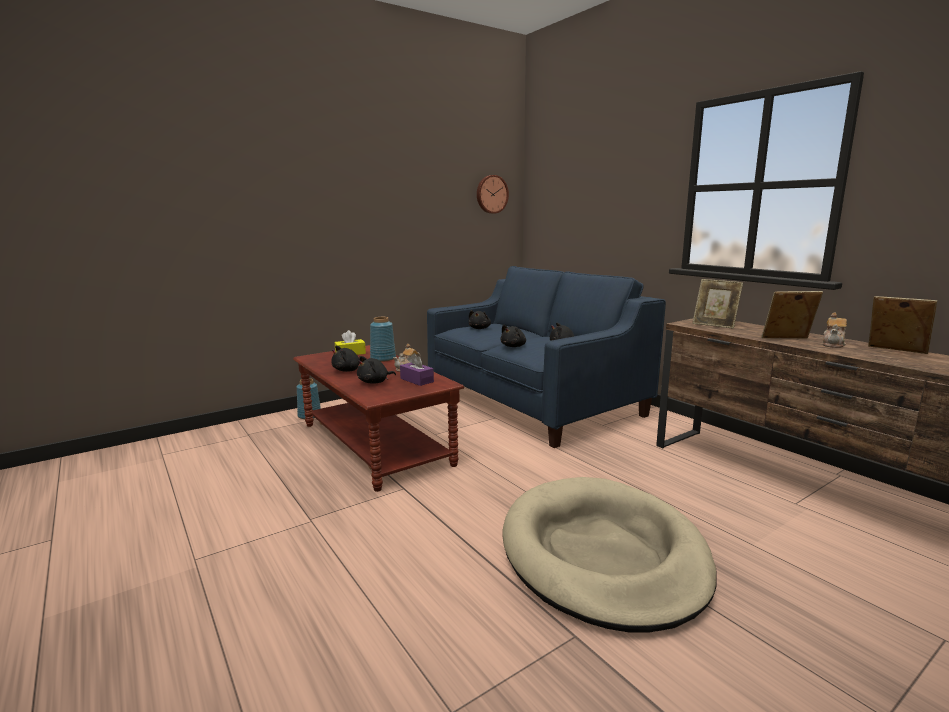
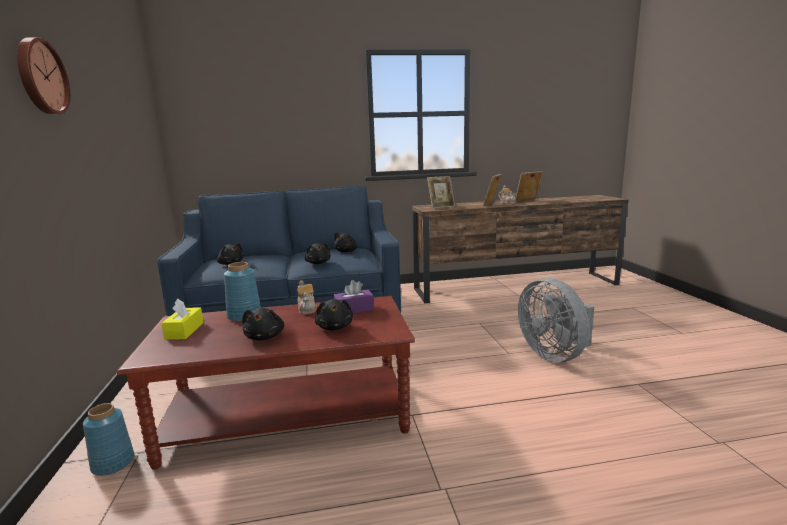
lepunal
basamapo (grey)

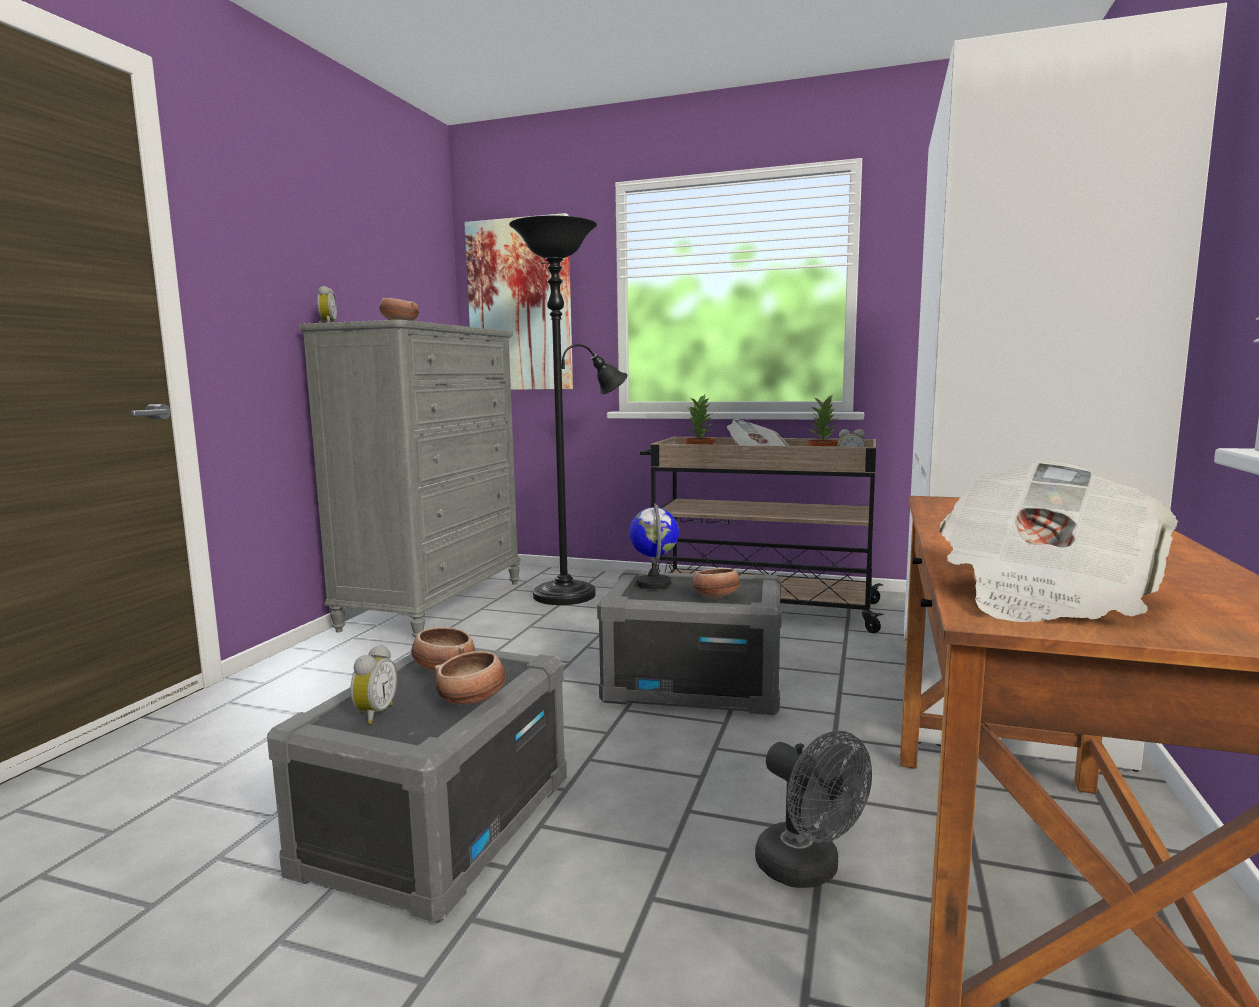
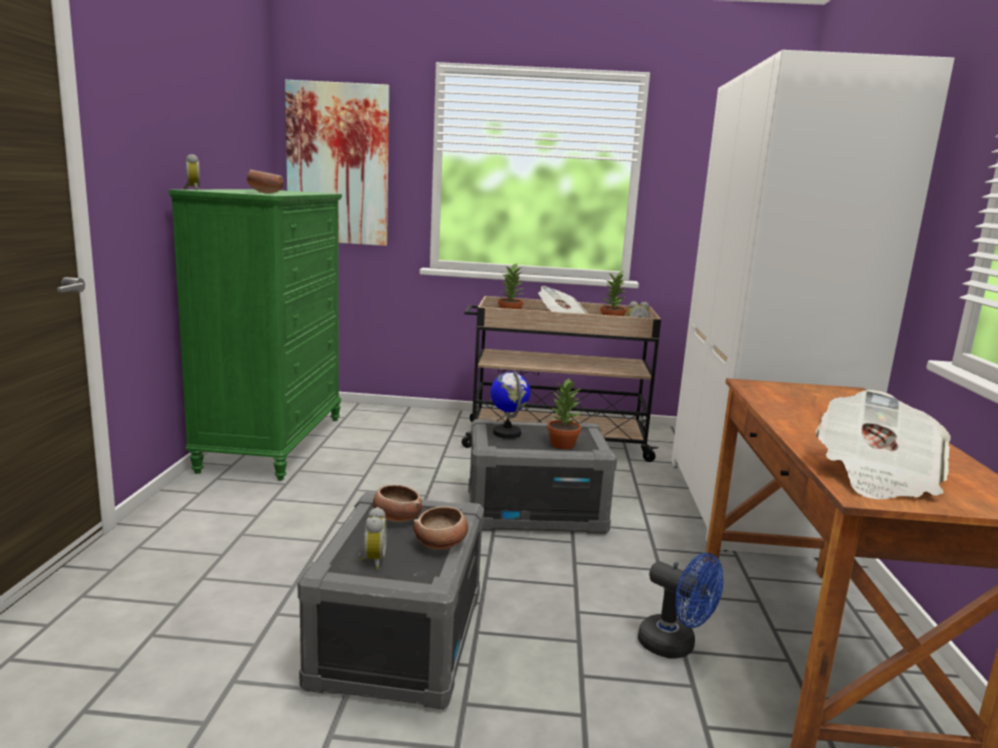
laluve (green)
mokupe (no. 2 from left)
basamapo (blue)
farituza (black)

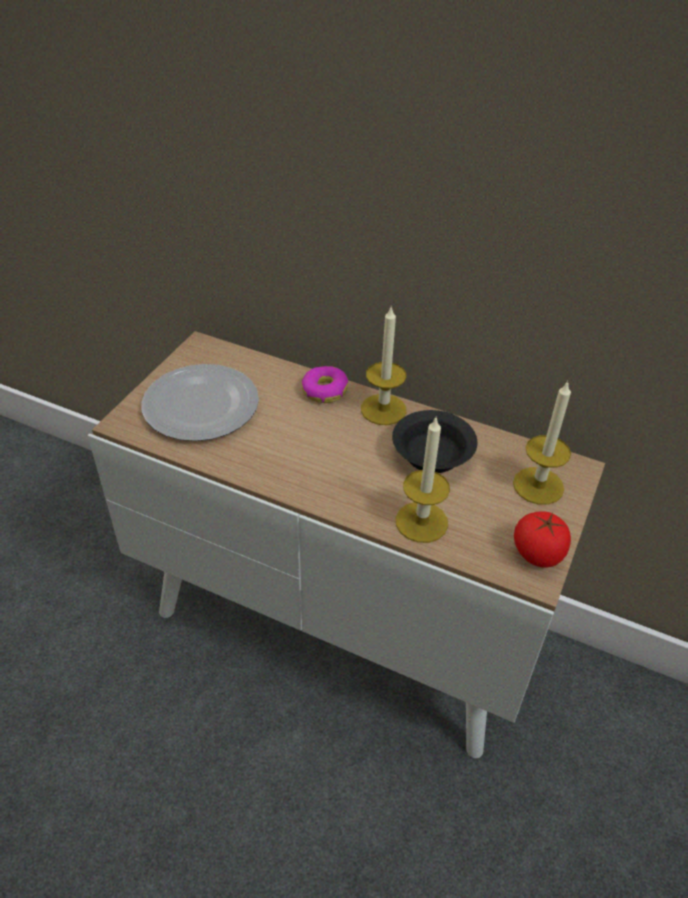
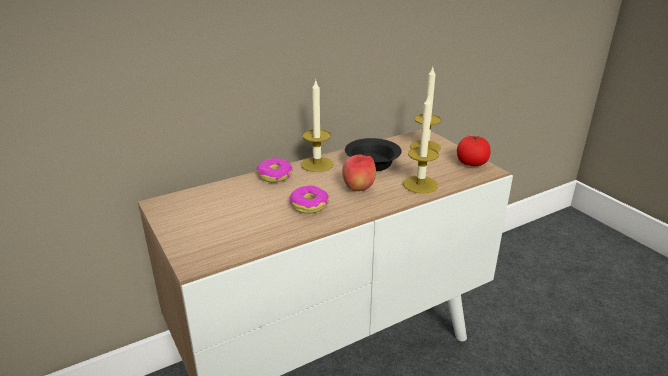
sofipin (no. 2 from left)
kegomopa
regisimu

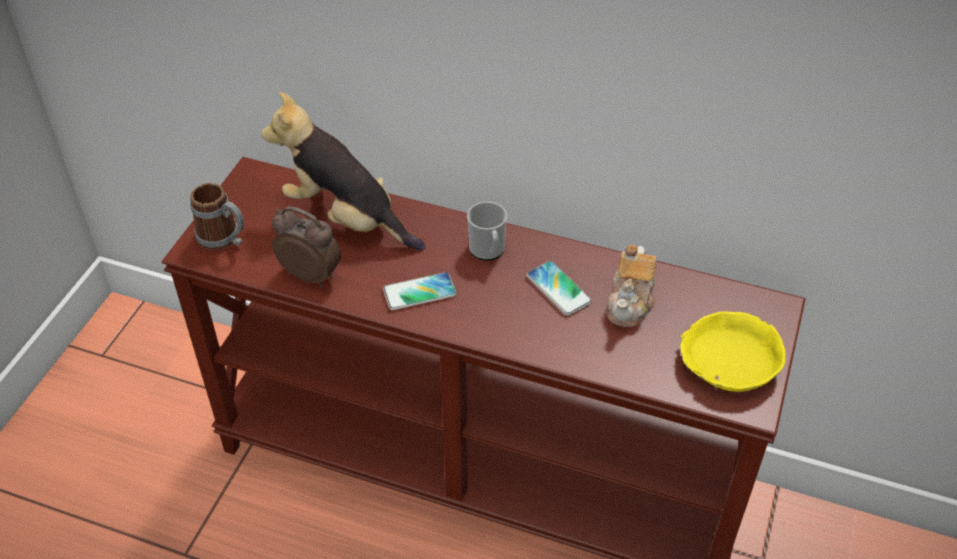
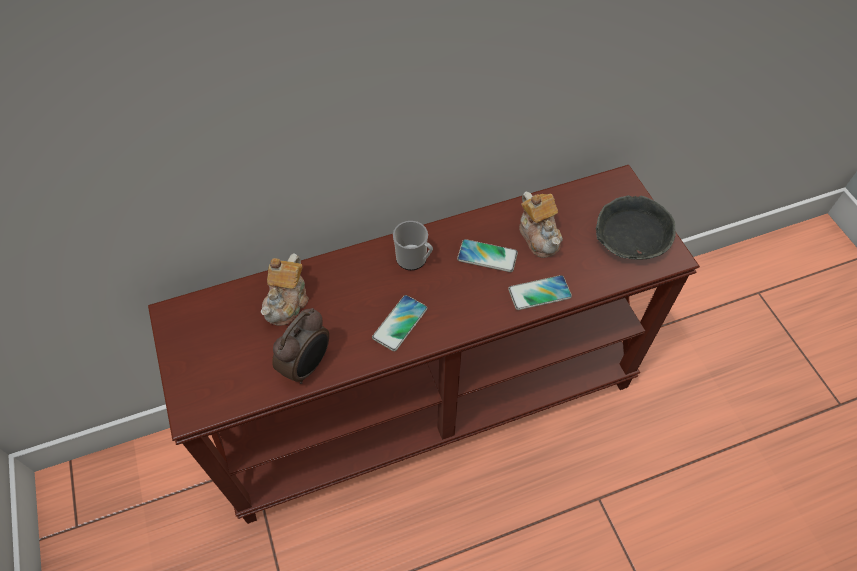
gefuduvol (no. 1 from left)
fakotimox
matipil (no. 3 from left)
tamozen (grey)
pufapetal (no. 1 from left in the first image)

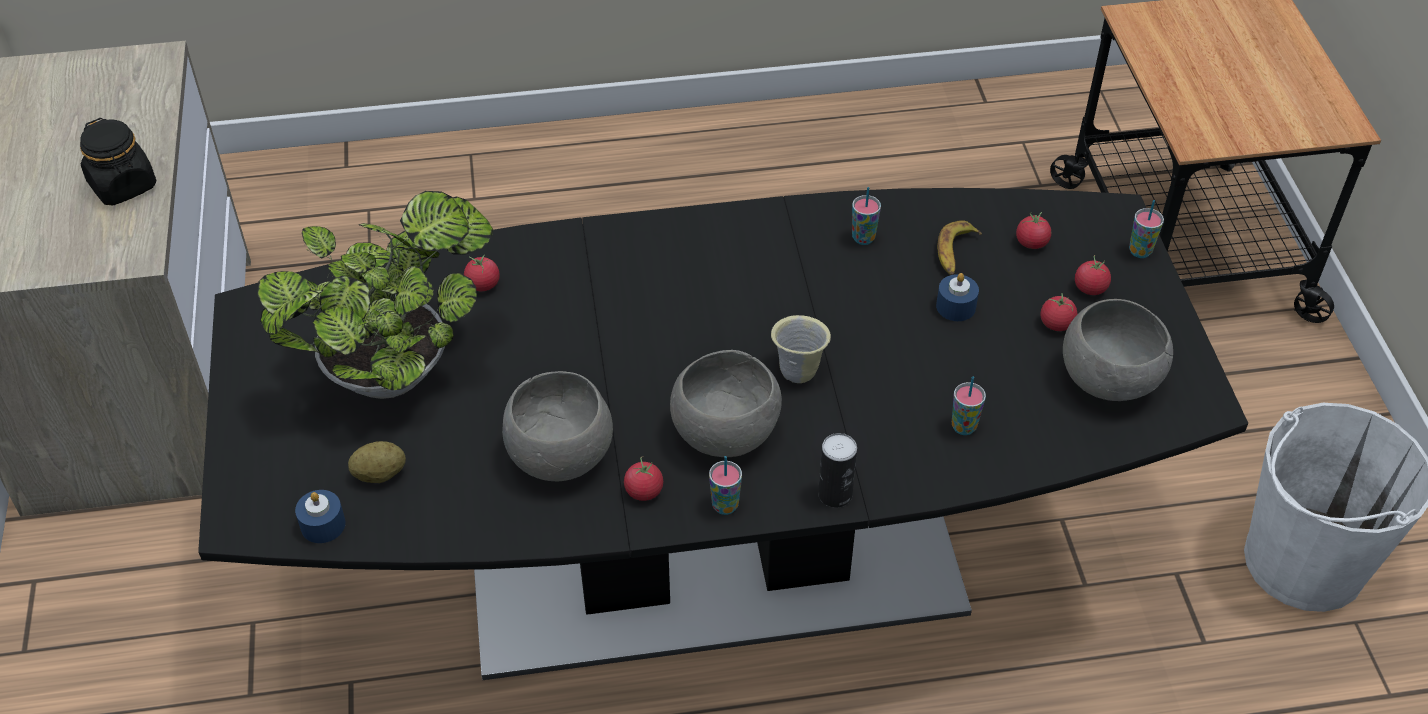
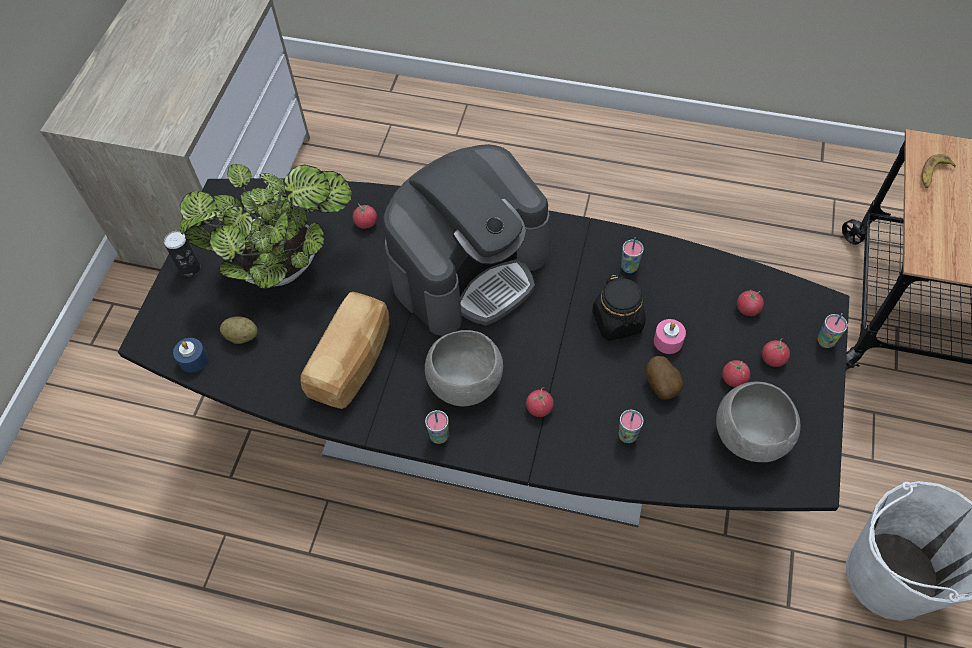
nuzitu
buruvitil
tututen
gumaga (no. 2 from left)
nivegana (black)
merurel (no. 2 from left)
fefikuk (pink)
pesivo
pufapetal (beige)

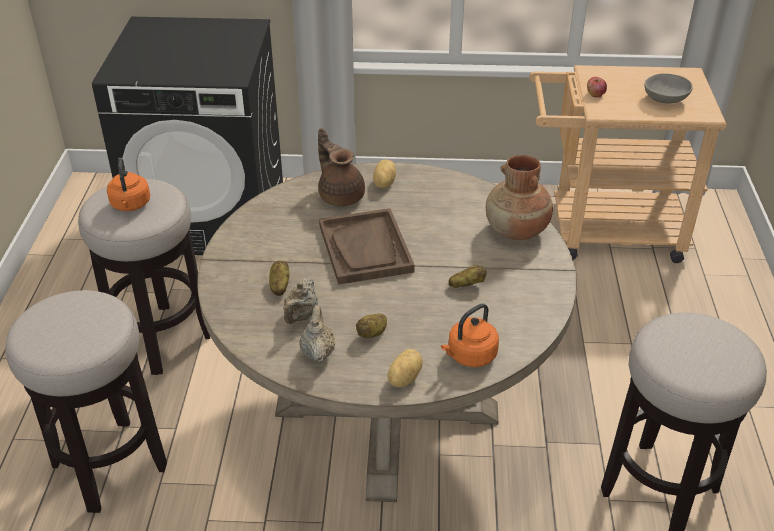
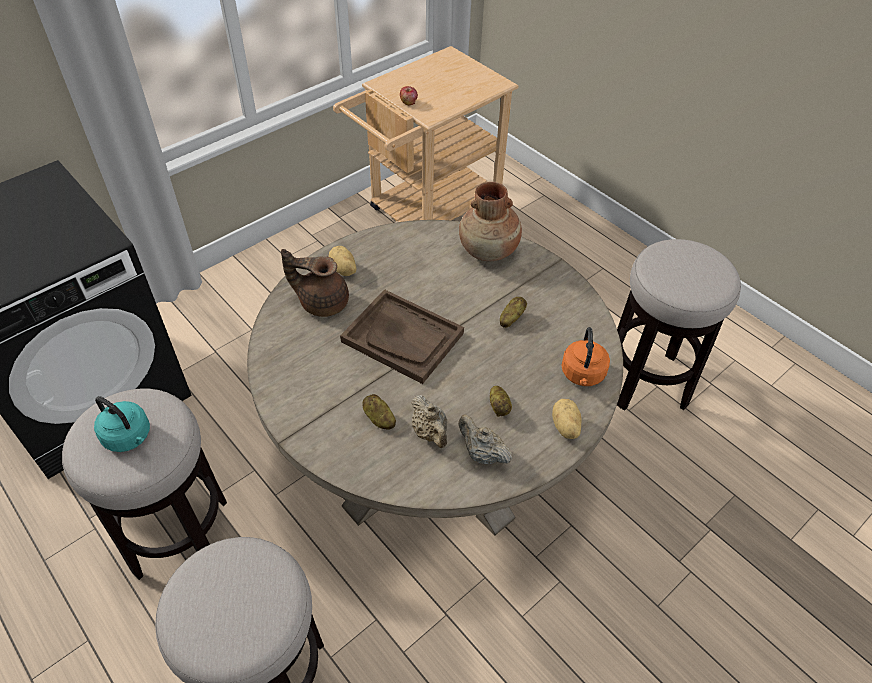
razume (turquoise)
tamozen (grey)

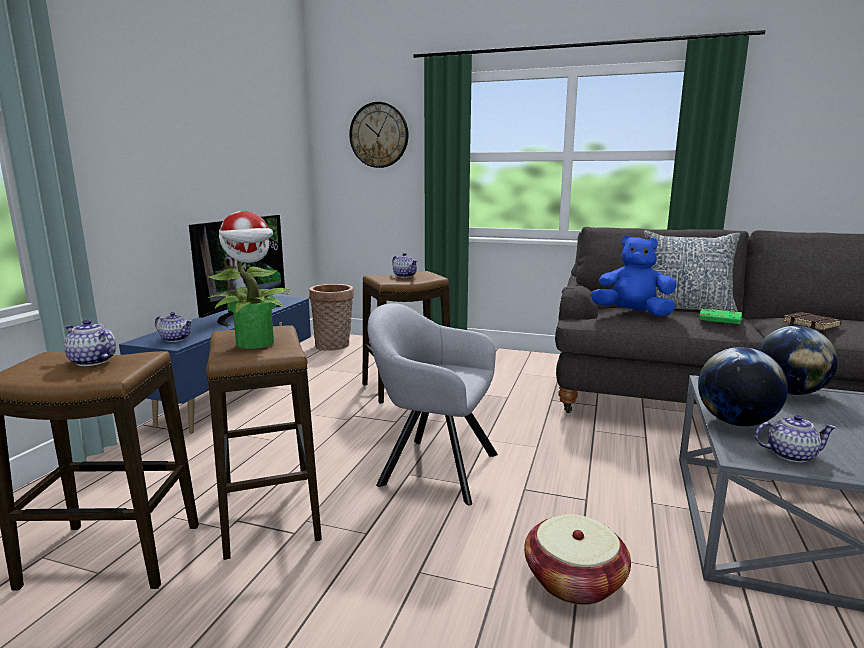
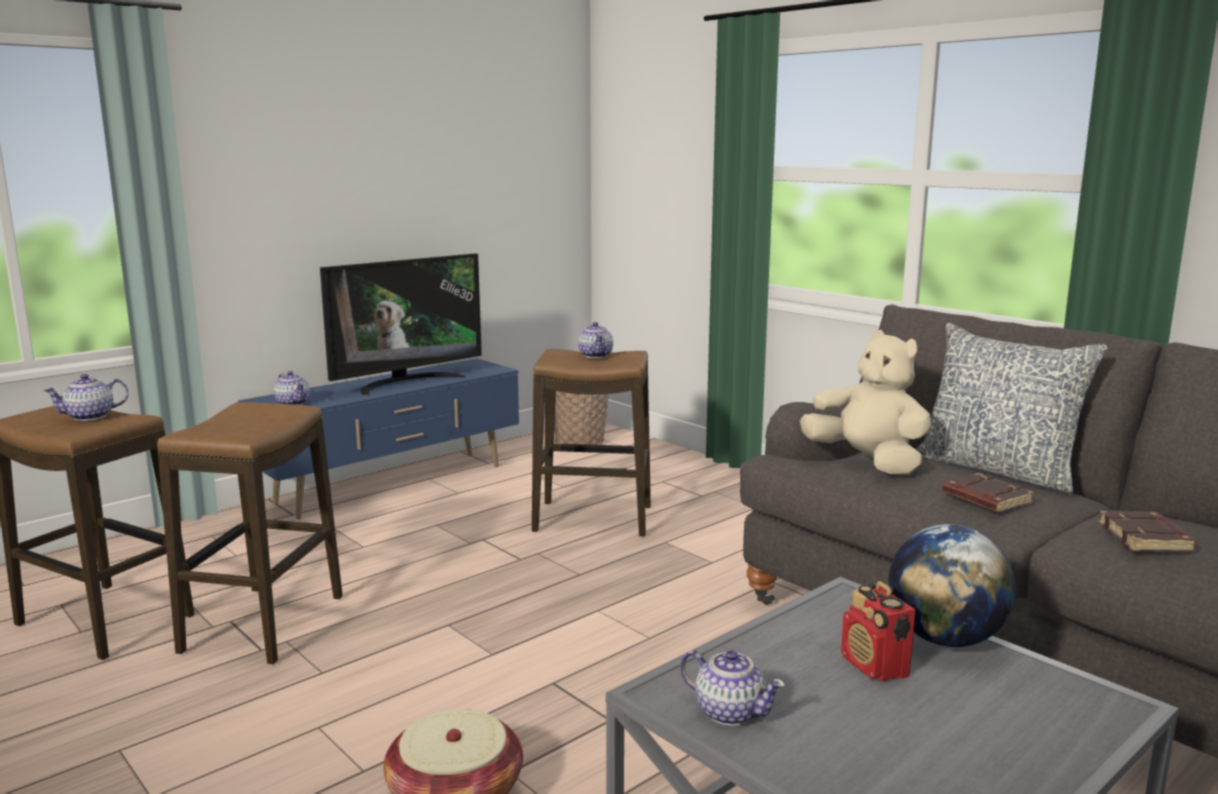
gefuduvol (no. 1 from left)
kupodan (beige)
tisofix
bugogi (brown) (no. 1 from left)
mokupe
lepunal
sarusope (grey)
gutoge (no. 1 from left in the first image)

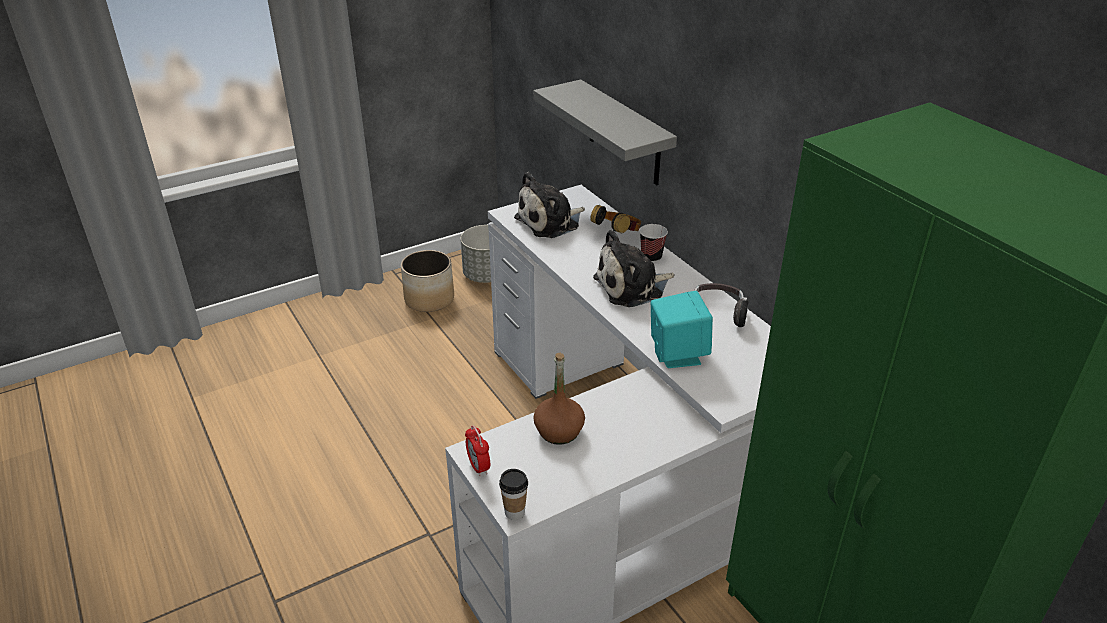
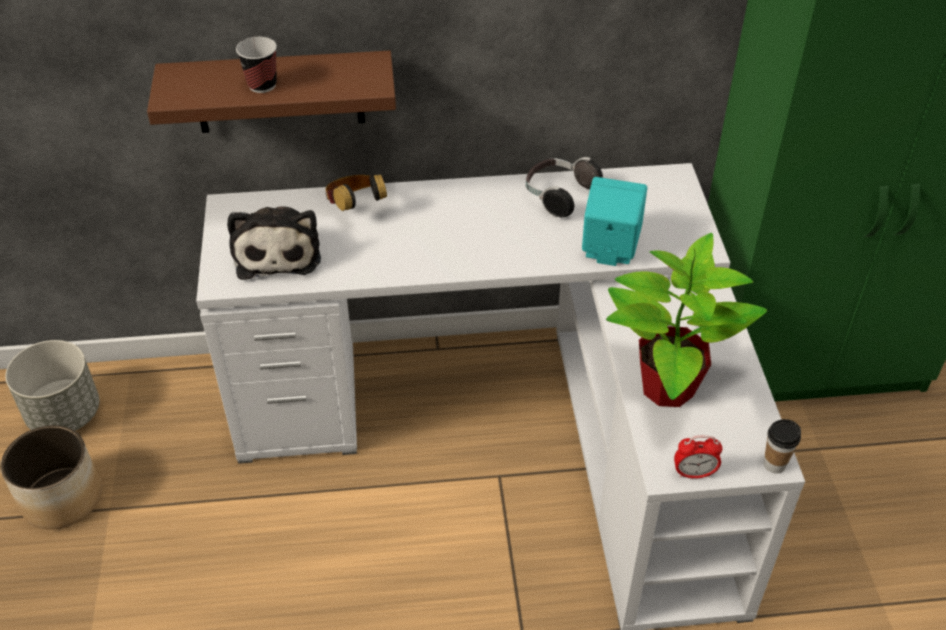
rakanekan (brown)
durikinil (no. 1 from left)
mokupe
kupodan (no. 2 from left in the first image)

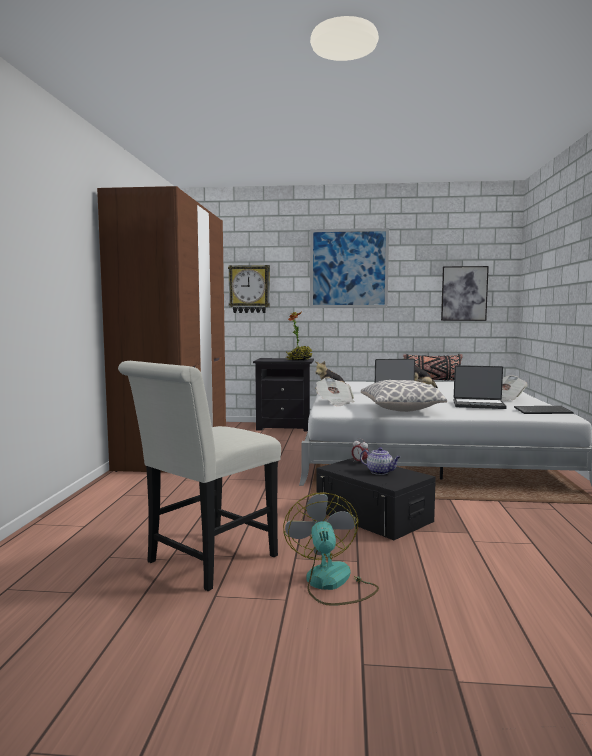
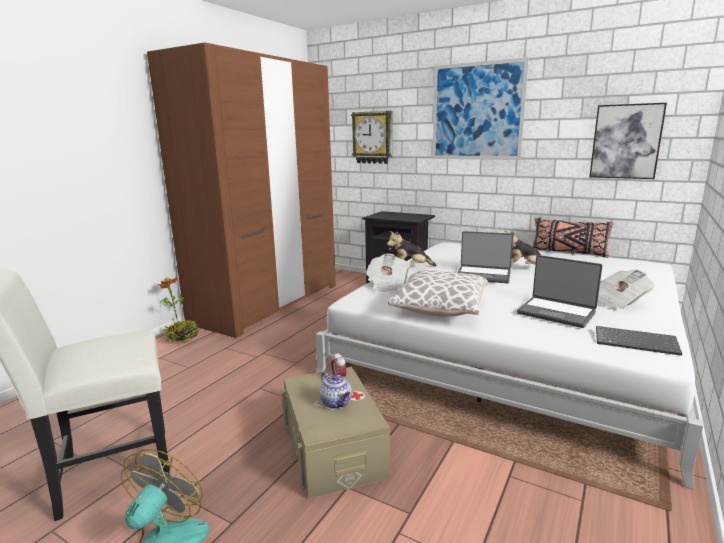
mokupe
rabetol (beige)

